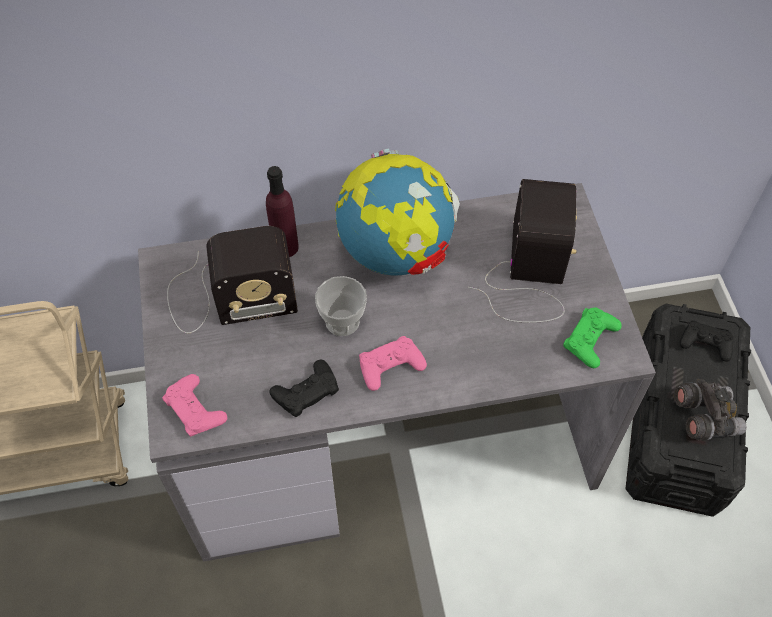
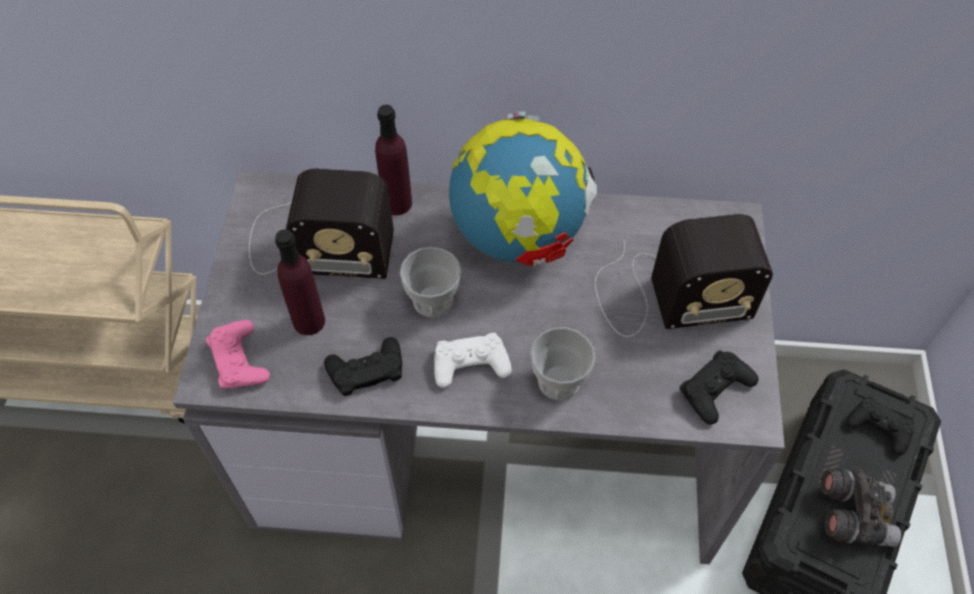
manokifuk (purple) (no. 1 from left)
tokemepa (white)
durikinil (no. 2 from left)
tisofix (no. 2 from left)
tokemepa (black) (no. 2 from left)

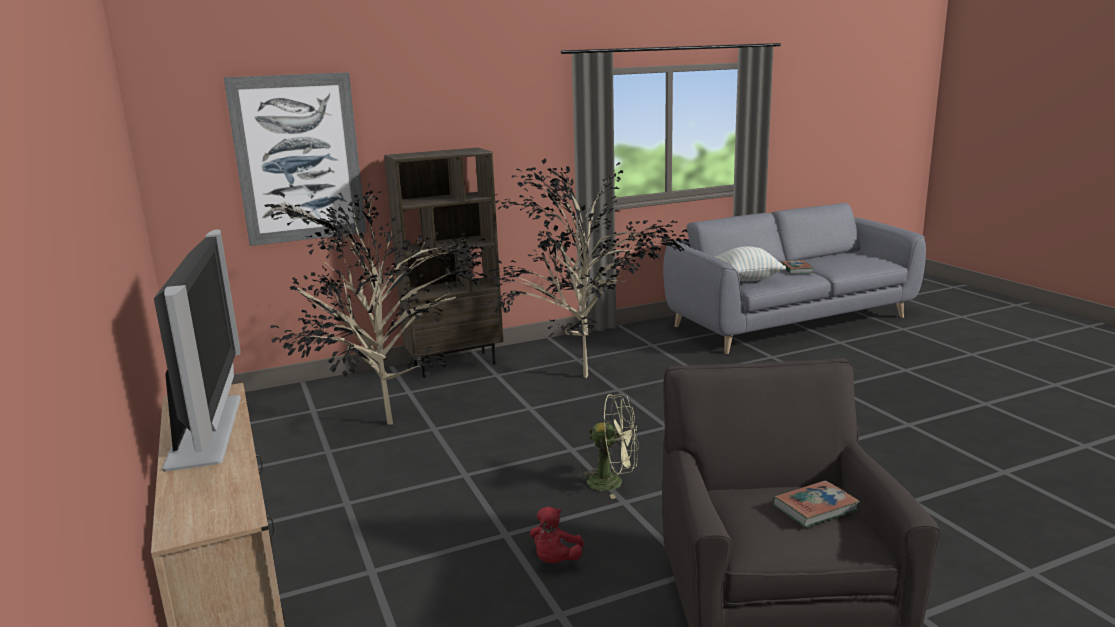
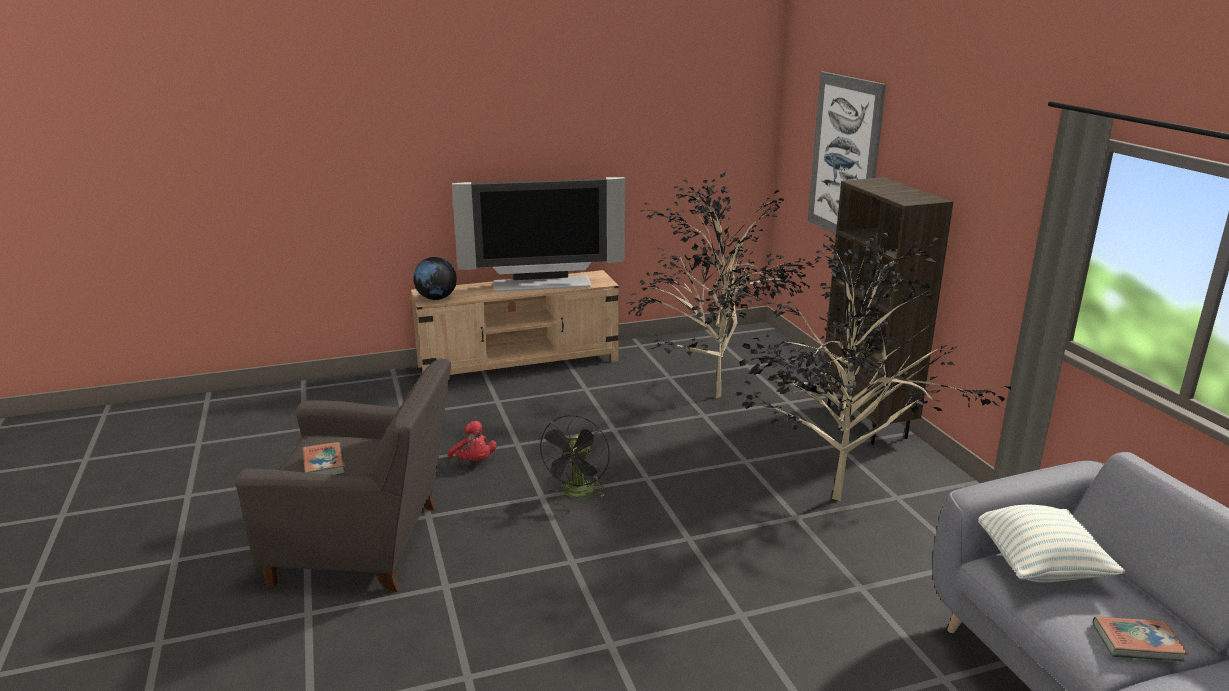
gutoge
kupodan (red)
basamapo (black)

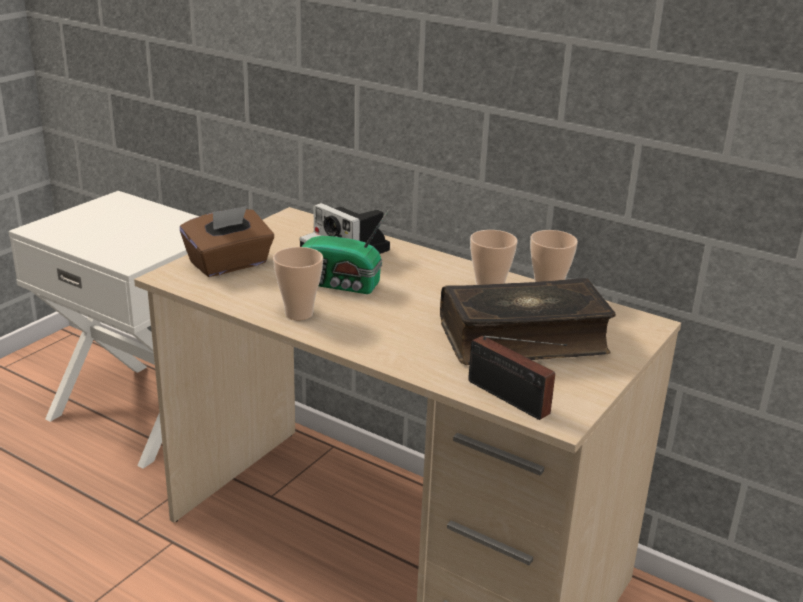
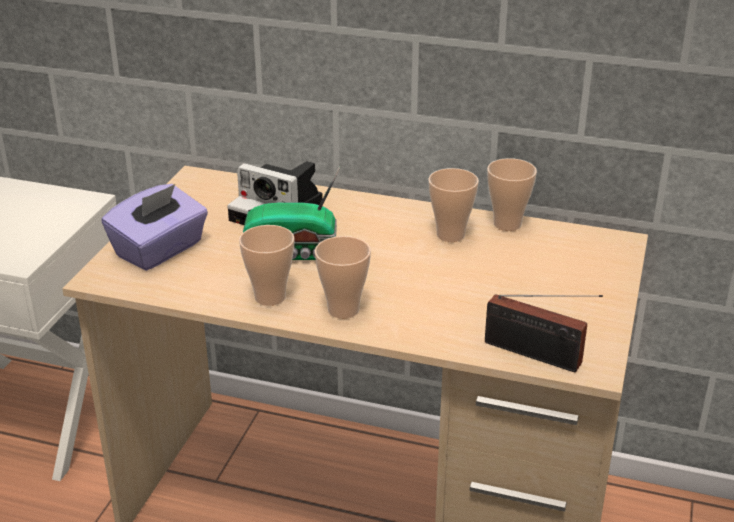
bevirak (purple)
durikinil (no. 2 from left)
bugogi

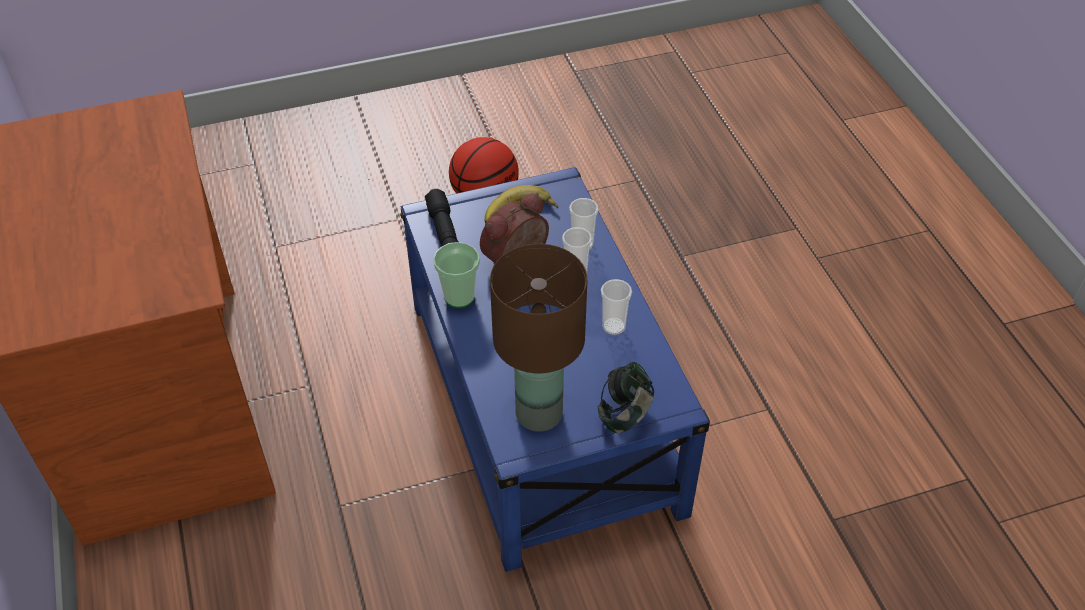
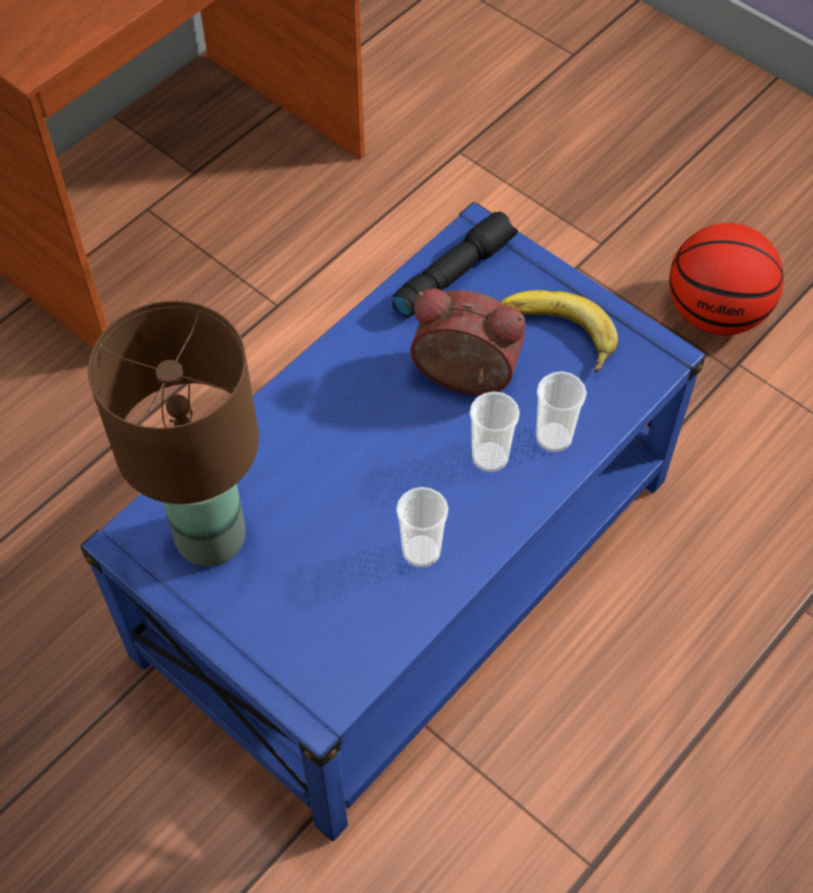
durikinil (no. 1 from left in the first image)
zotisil

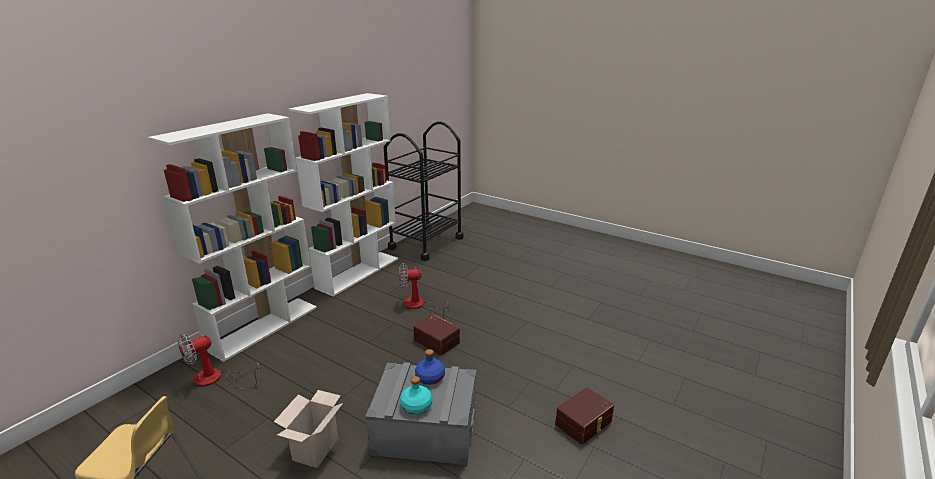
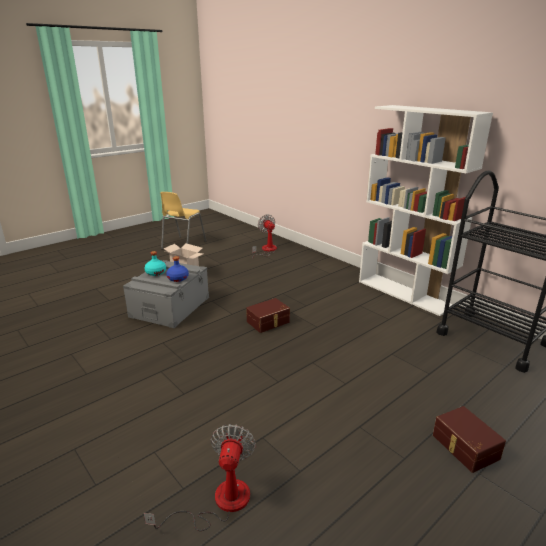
basamapo (no. 1 from left)
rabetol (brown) (no. 2 from left)
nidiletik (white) (no. 1 from left in the first image)

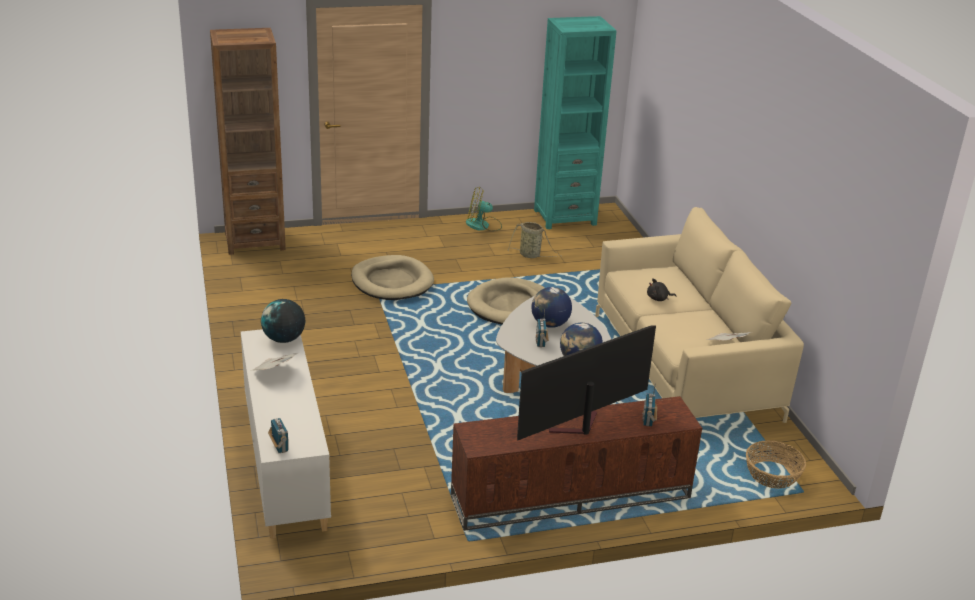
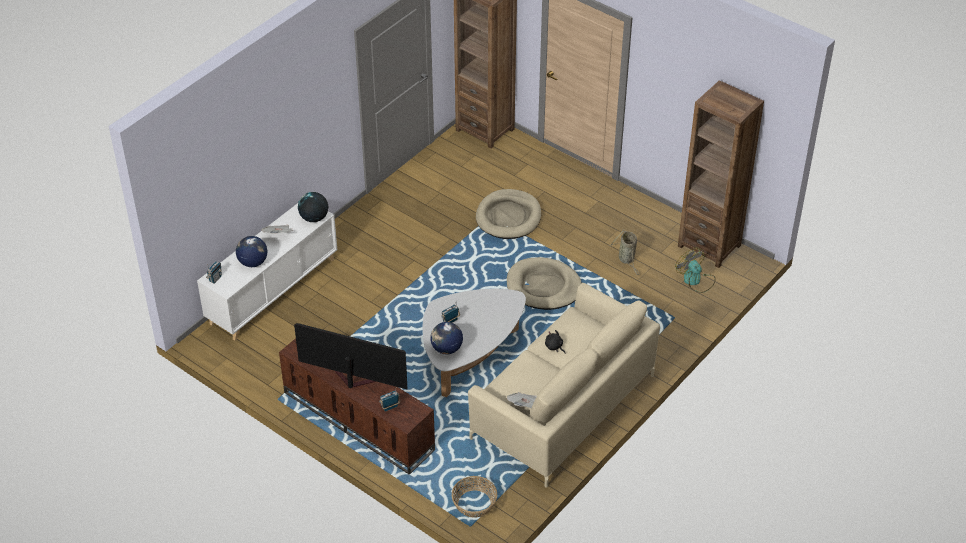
gutoge (no. 1 from left)
basamapo
nidiletik (brown) (no. 2 from left)

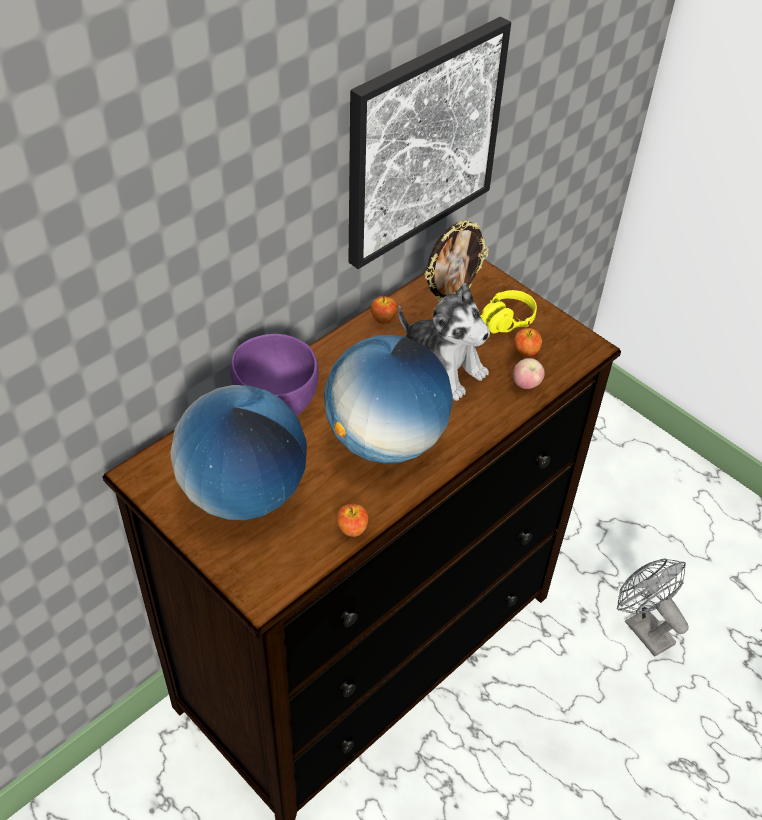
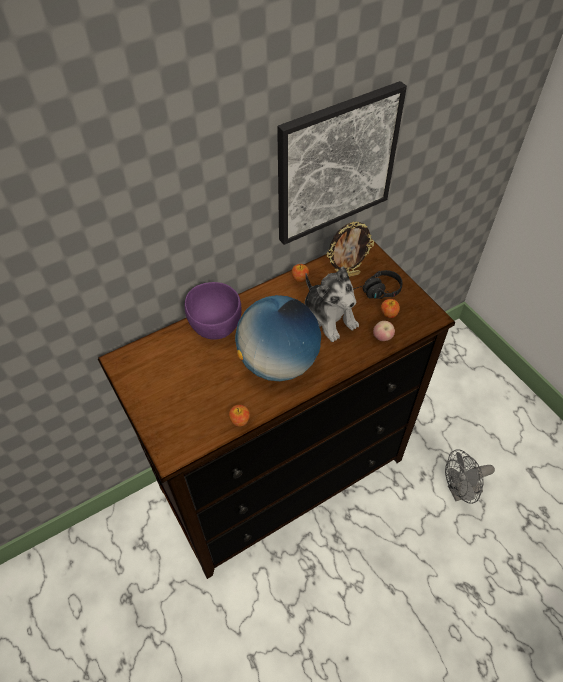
zotisil (black)
basamapo (grey)
gutoge (no. 1 from left in the first image)

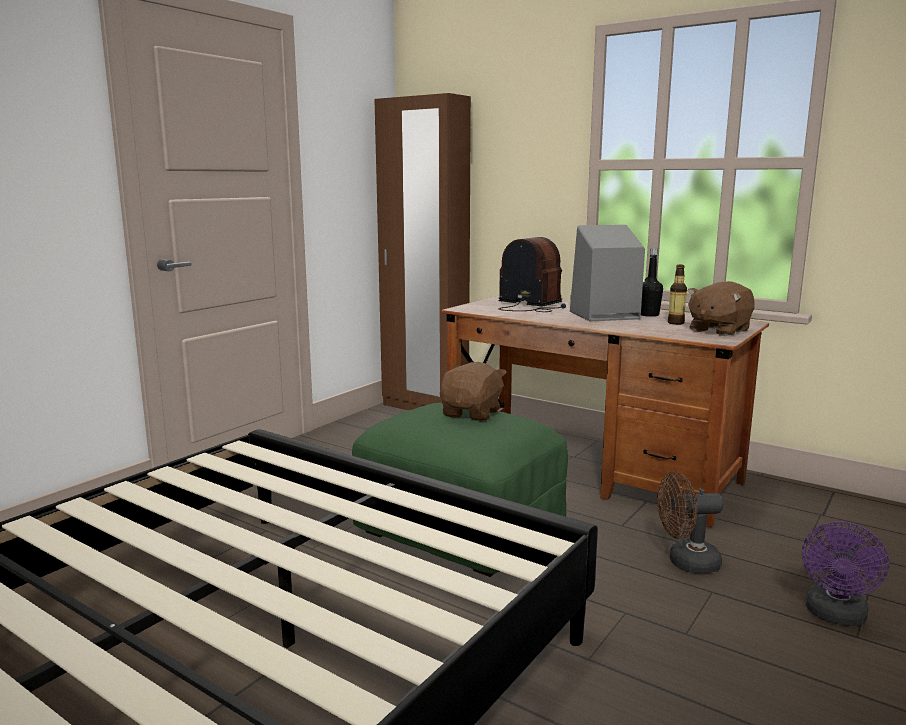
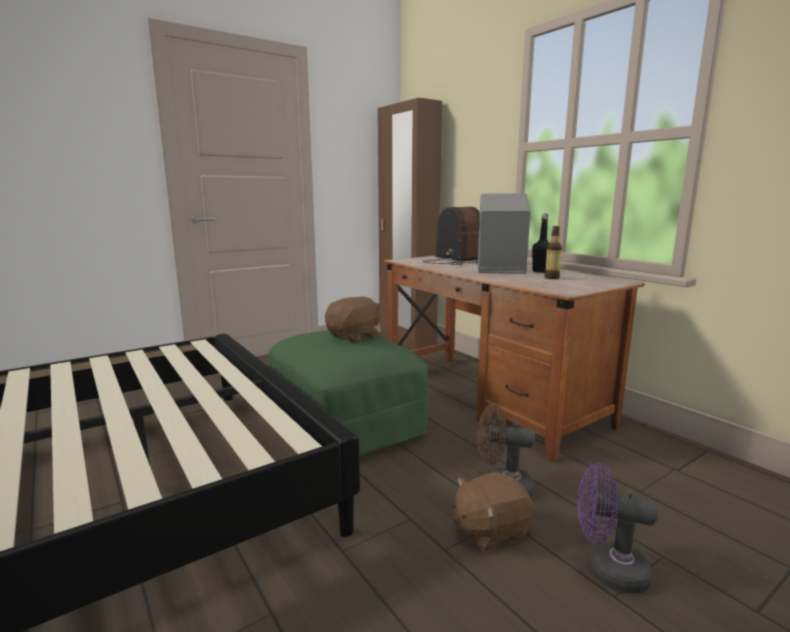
kupodan (brown) (no. 2 from left)
basamapo (purple)

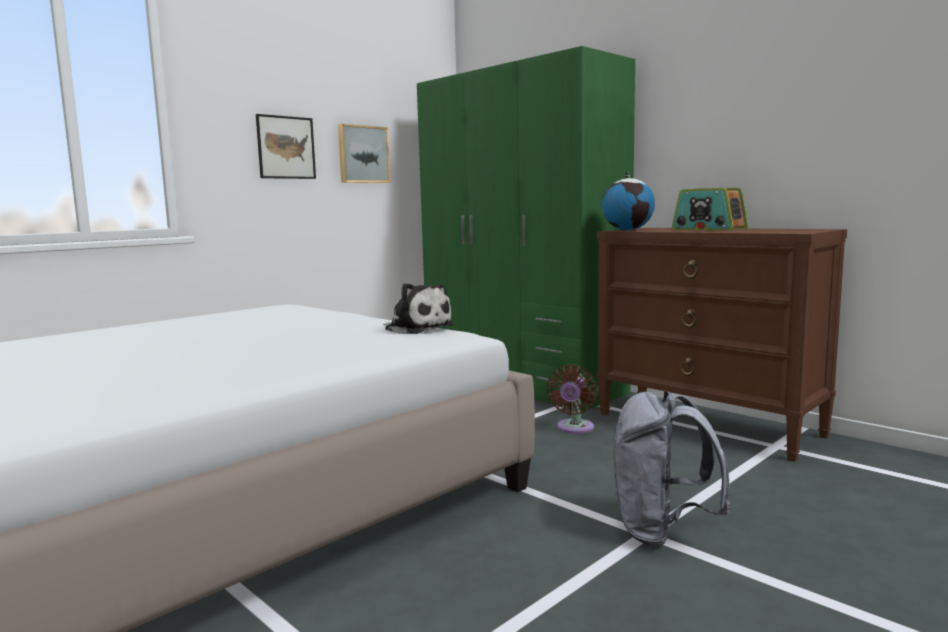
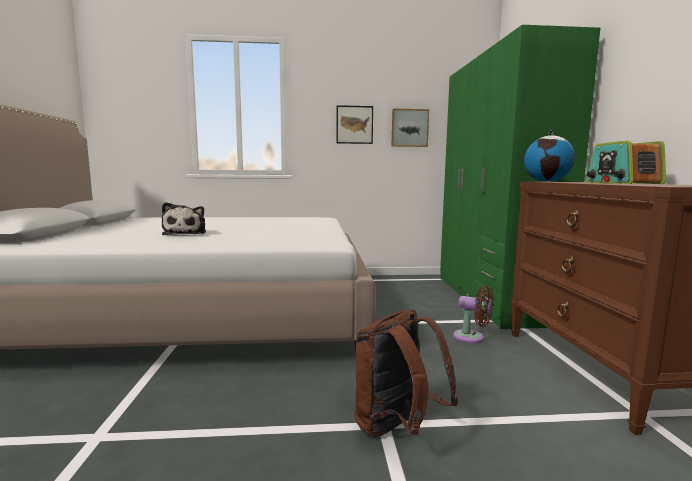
kupodan
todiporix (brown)
basamapo (brown)

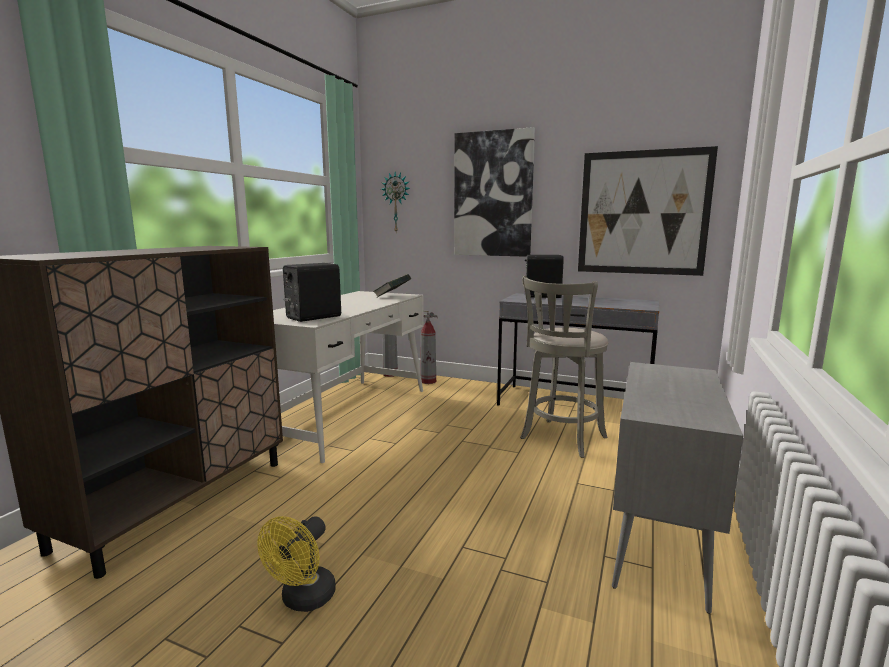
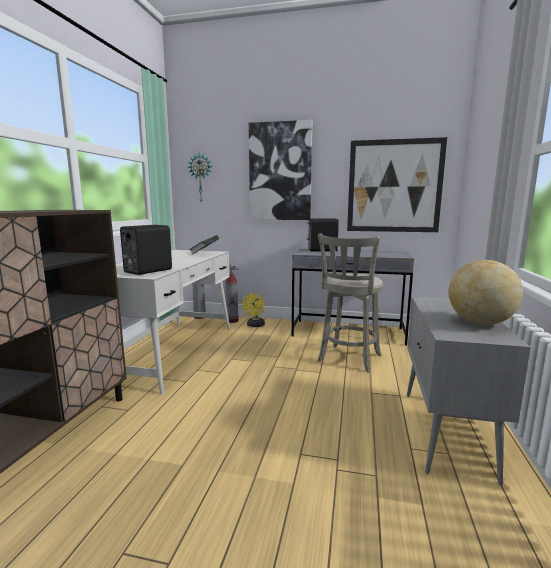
basamapo (yellow)
gutoge

